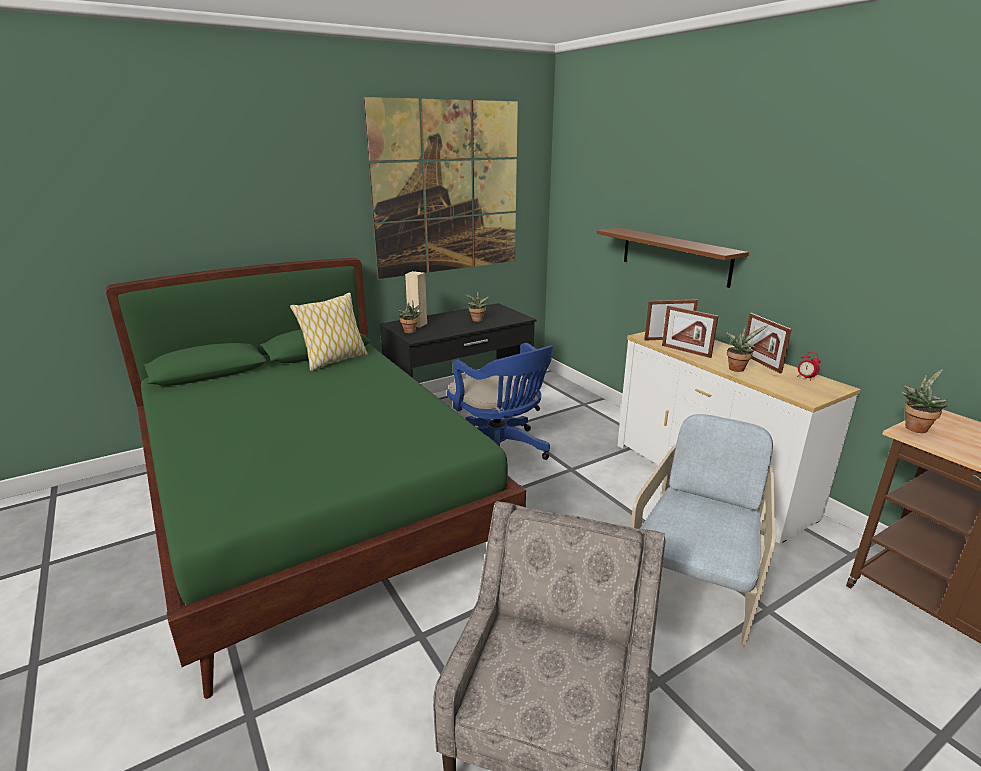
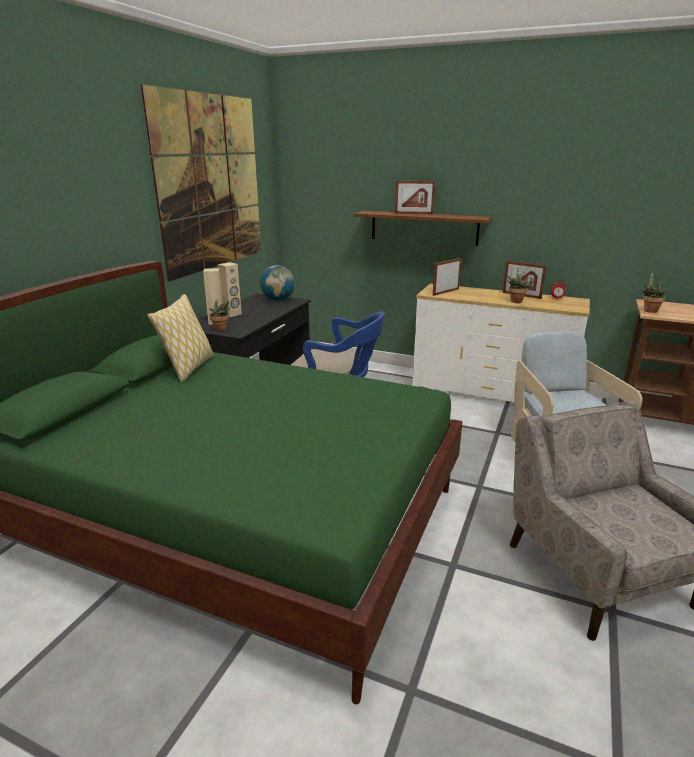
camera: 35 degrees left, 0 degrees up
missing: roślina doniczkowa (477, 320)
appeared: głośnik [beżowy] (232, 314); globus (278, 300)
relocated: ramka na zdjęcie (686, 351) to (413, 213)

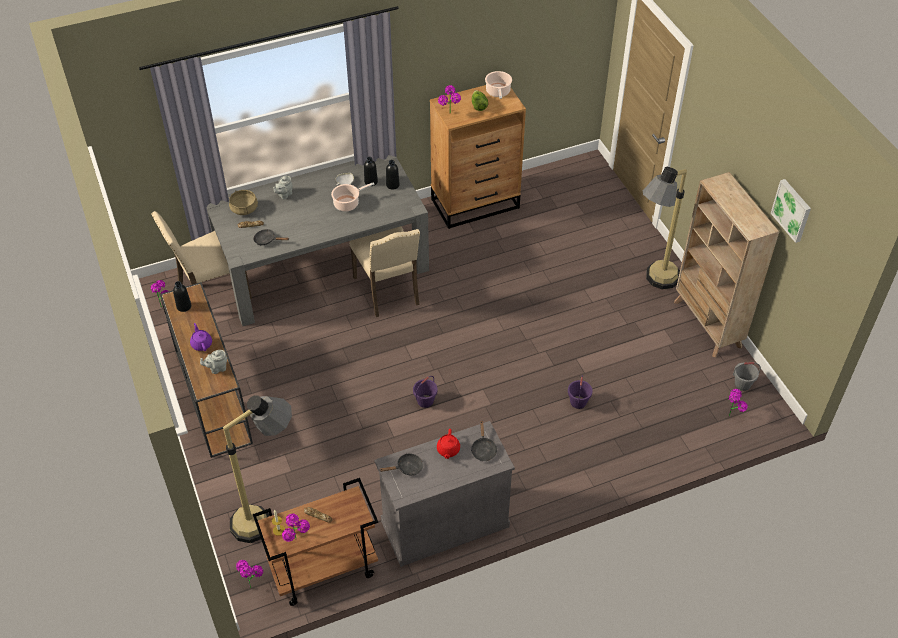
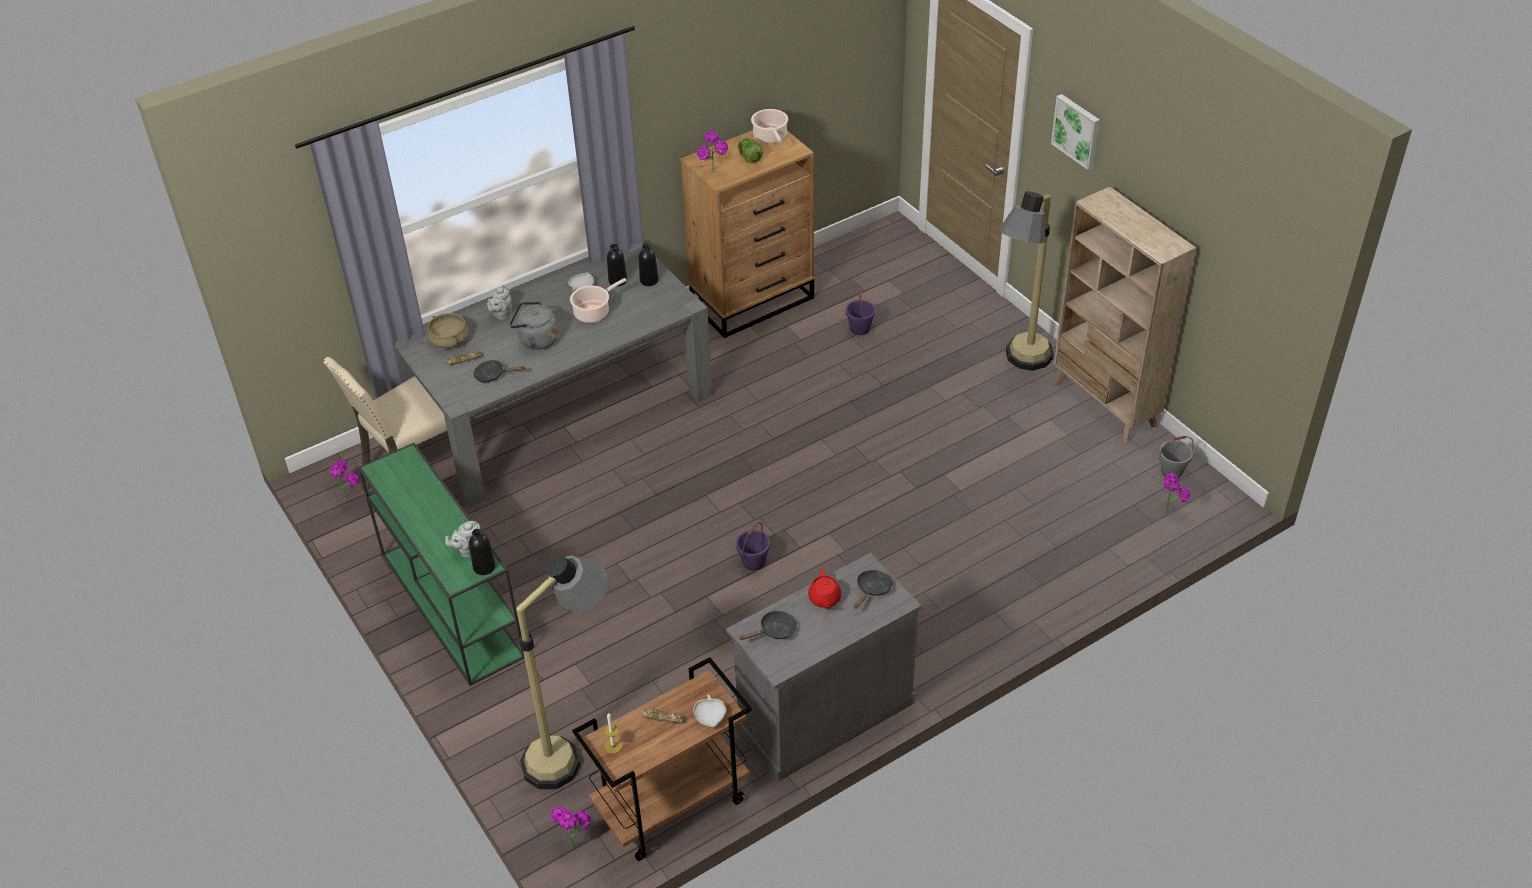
camera: 10 degrees left, 5 degrees down
missing: imbryk [fioletowy] (201, 344); roślina doniczkowa (298, 543); krzesło [beżowy] (388, 291)
appeared: czajnik [szary] (536, 340); miska [biały] (710, 716)
relocated: butelka [czarny] (184, 306) to (484, 567); wiadro [fioletowy] (578, 402) to (860, 328); obraz (792, 210) to (1077, 130)
colour: stolik konsolowy [brązowy] (212, 395) to stolik konsolowy [zielony] (450, 603)
spun: patelnia [czarny] (483, 449) = (872, 590) 135 degrees counterclockwise

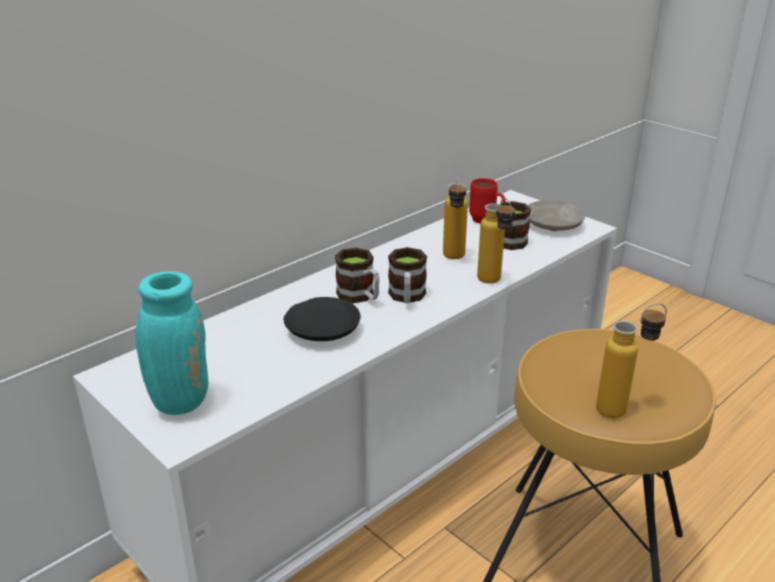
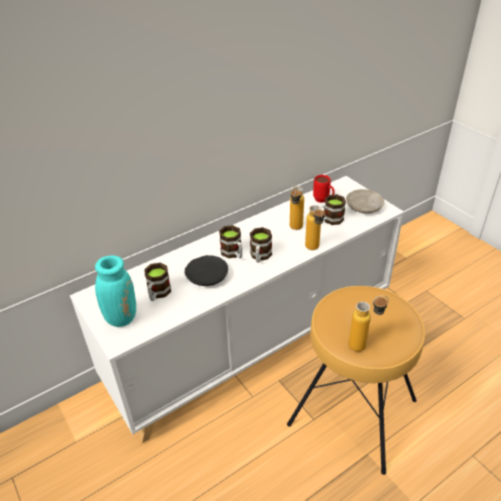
camera: 10 degrees right, 10 degrees up
appeared: kubek (158, 294)

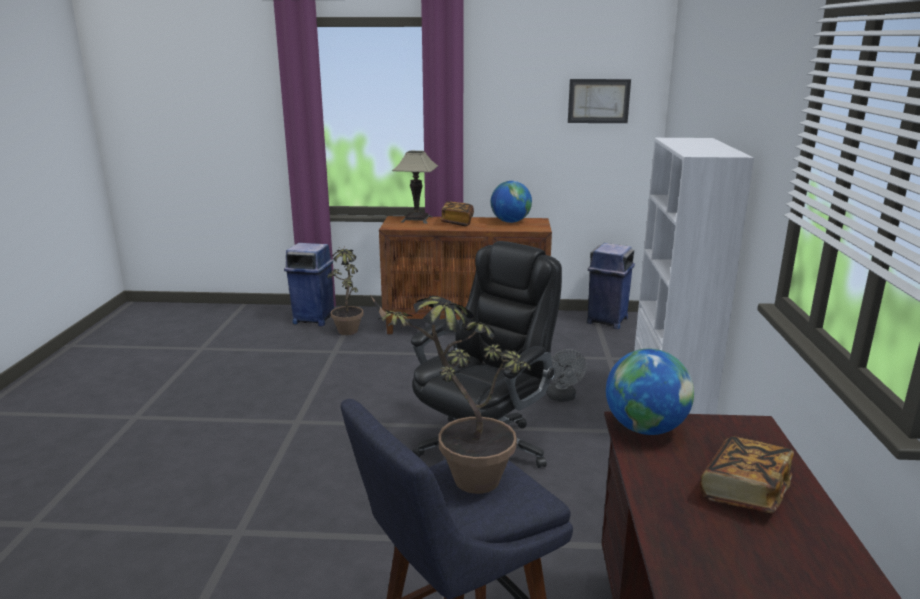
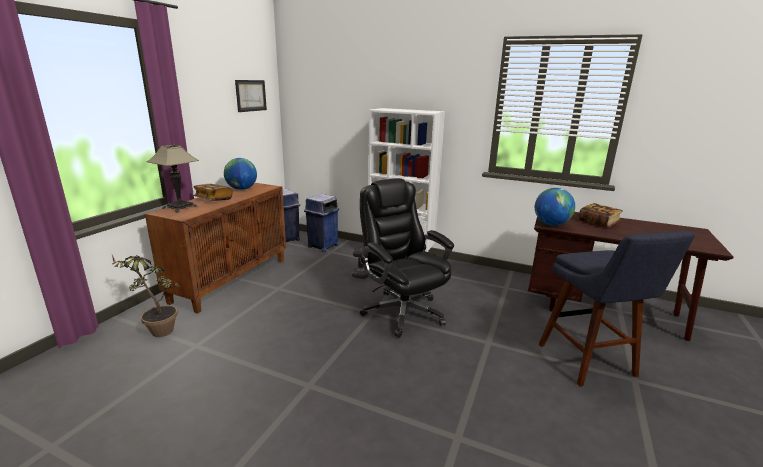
camera: 70 degrees left, 0 degrees up
missing: roślina doniczkowa (459, 477)
relocated: kosz na śmieci [niebieski] (313, 319) to (322, 246)

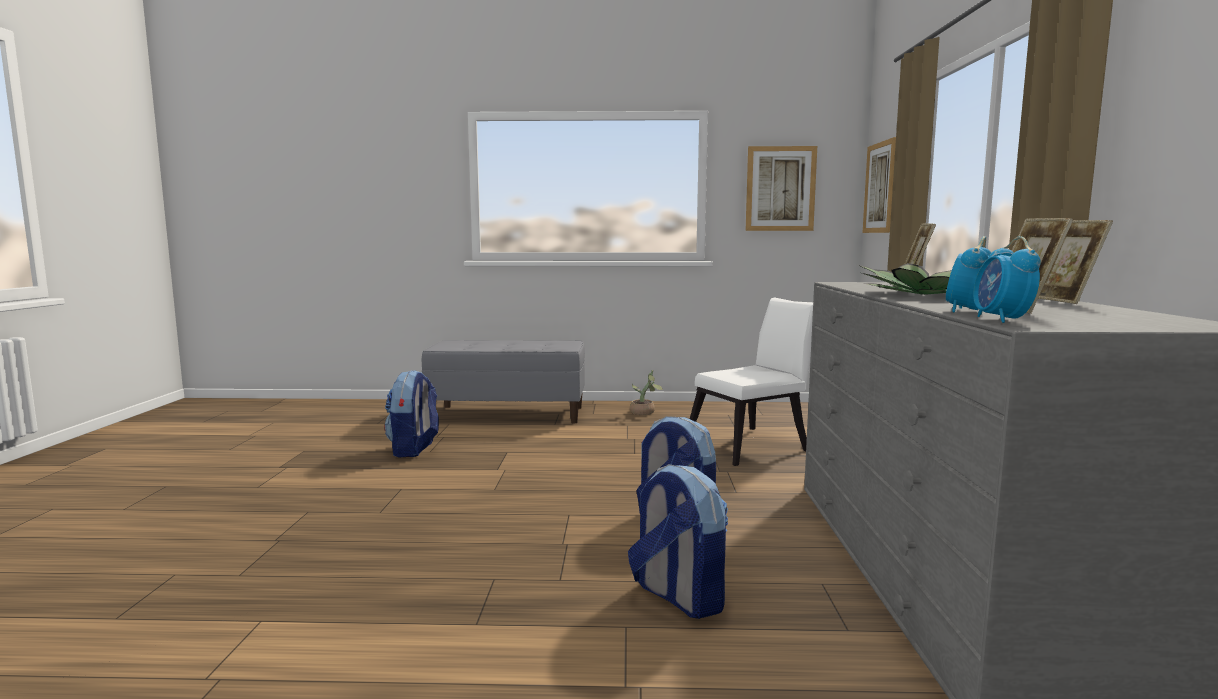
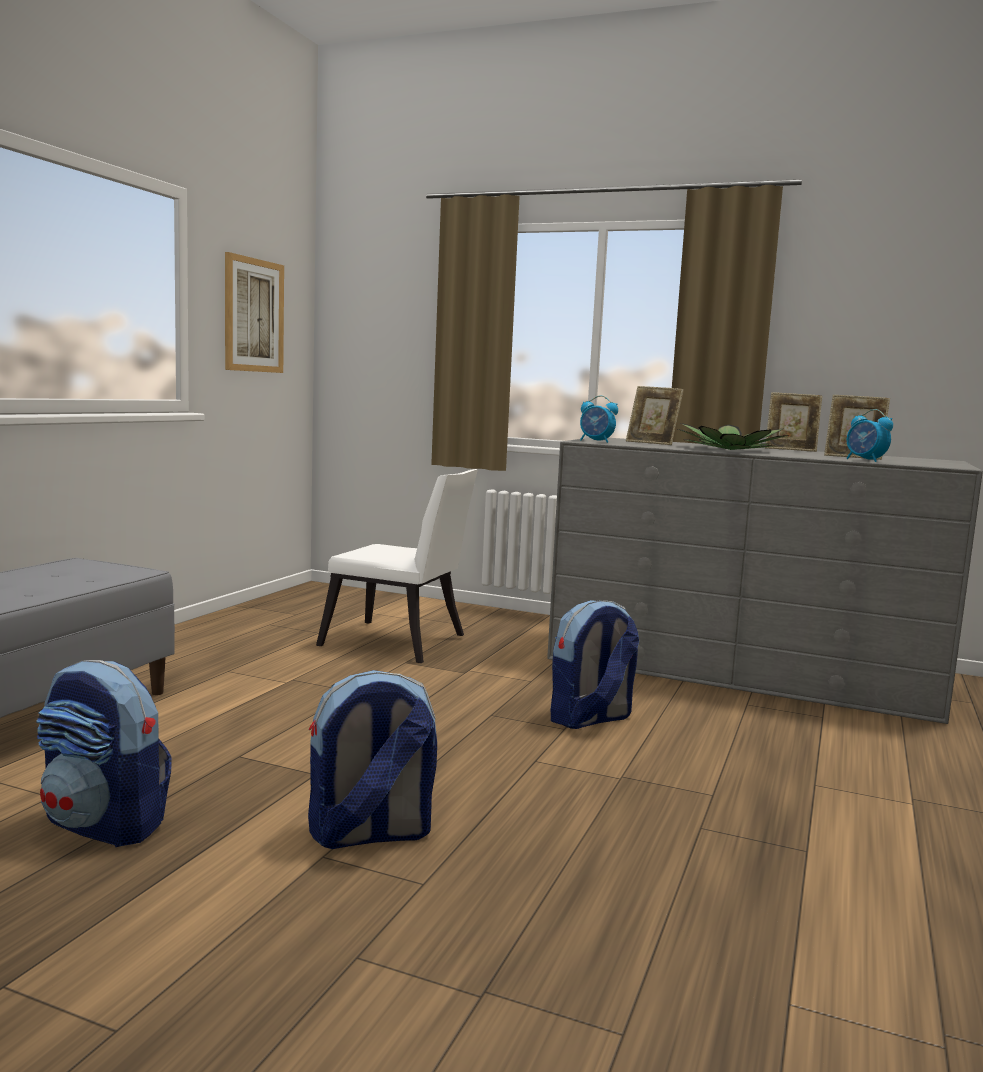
camera: 70 degrees left, 0 degrees up
missing: roślina doniczkowa (644, 413); obraz (880, 187)
relocated: plecak (678, 596) to (370, 834); budzik (1001, 320) to (596, 441)
spun: krzesło [biały] (752, 446) = (400, 643) 120 degrees clockwise

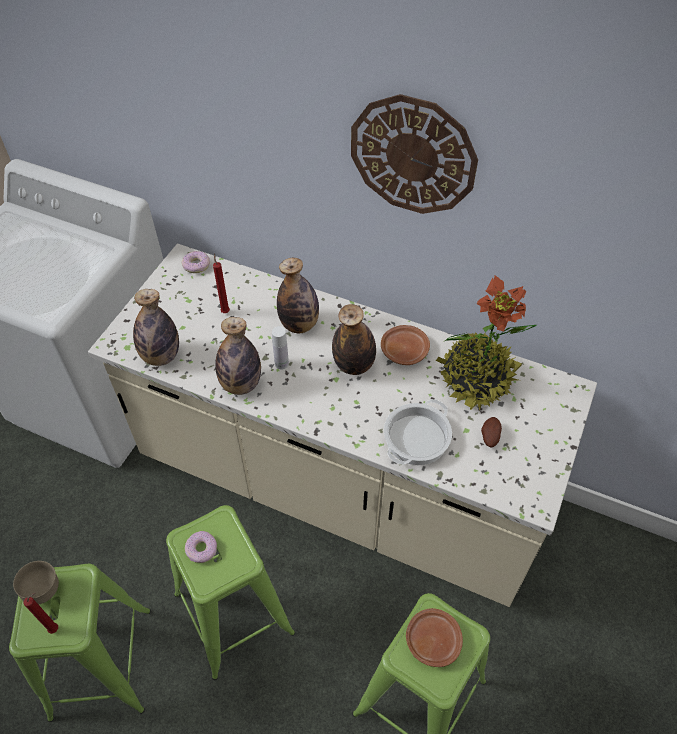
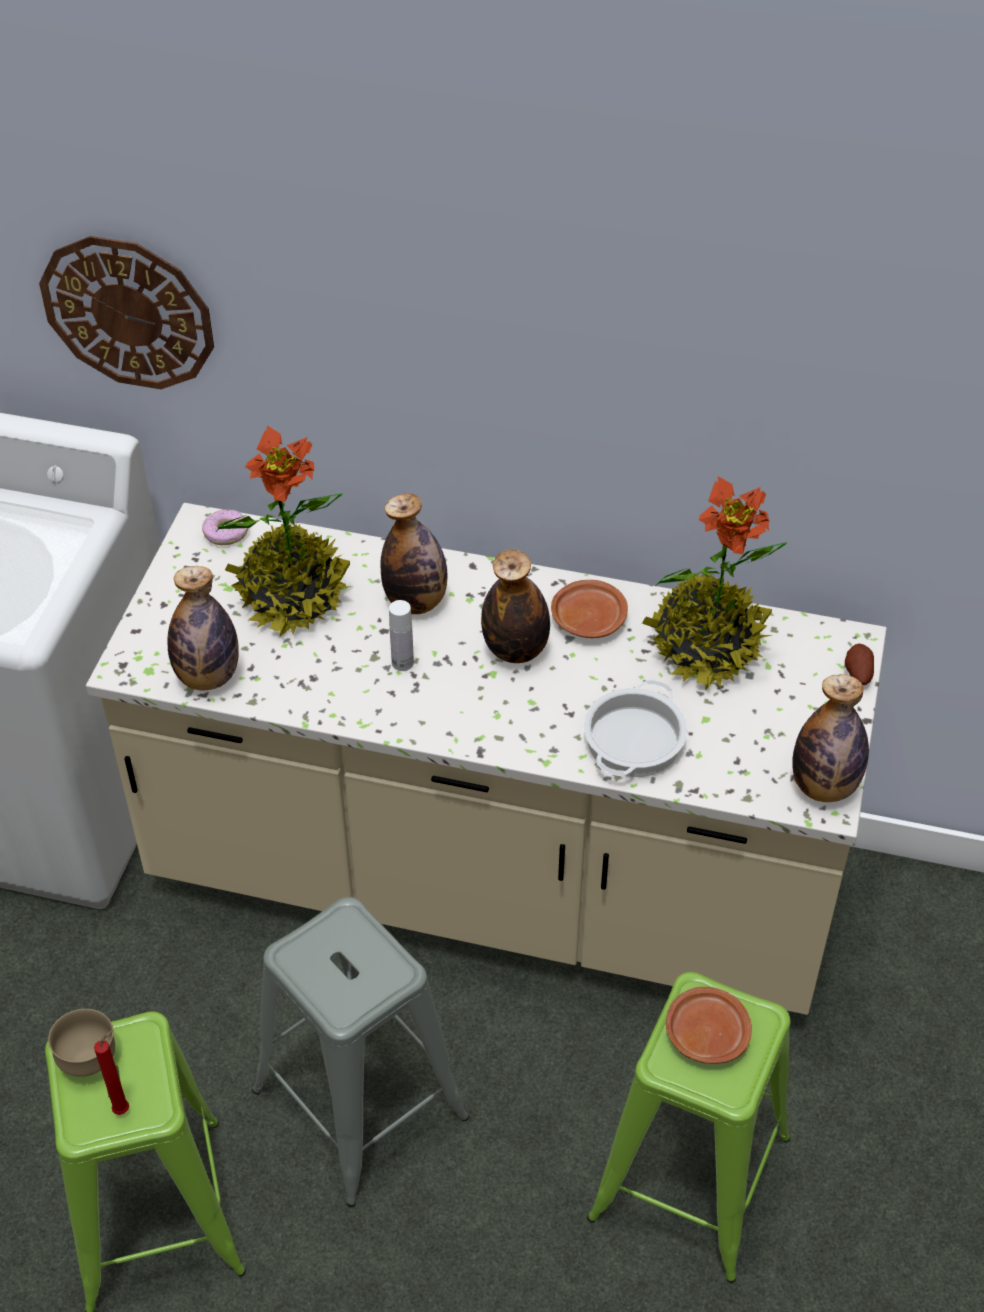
camera: 10 degrees left, 5 degrees down
missing: donut (201, 549)
relocated: butelka (241, 384) to (824, 786); zegar ścienny (413, 155) to (128, 312); ziemniak (489, 437) to (857, 674)
exchanged: świeca [czerwony] (225, 311) to roślina doniczkowa (292, 596)
colour: stołek [zielony] (233, 612) to stołek [szary] (359, 1102)

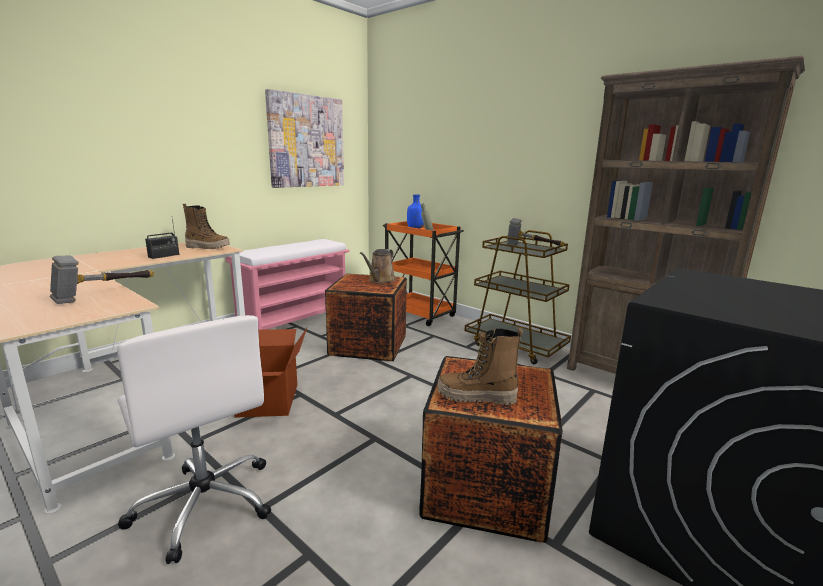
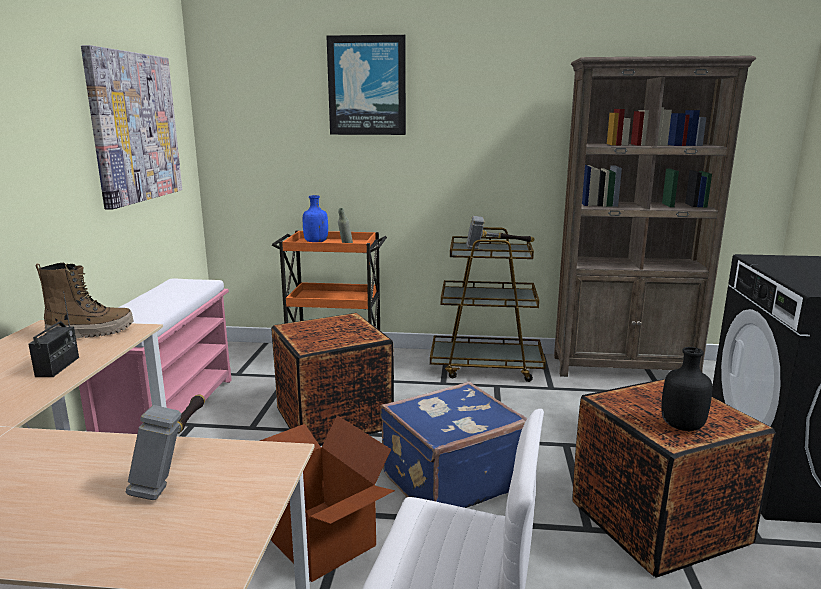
camera: 35 degrees left, 0 degrees up
missing: konewka [brązowy] (380, 280)
appeared: obraz (367, 86); walizka [niebieski] (449, 480)
exchanged: but z cholewką (476, 398) to butelka [czarny] (683, 426)

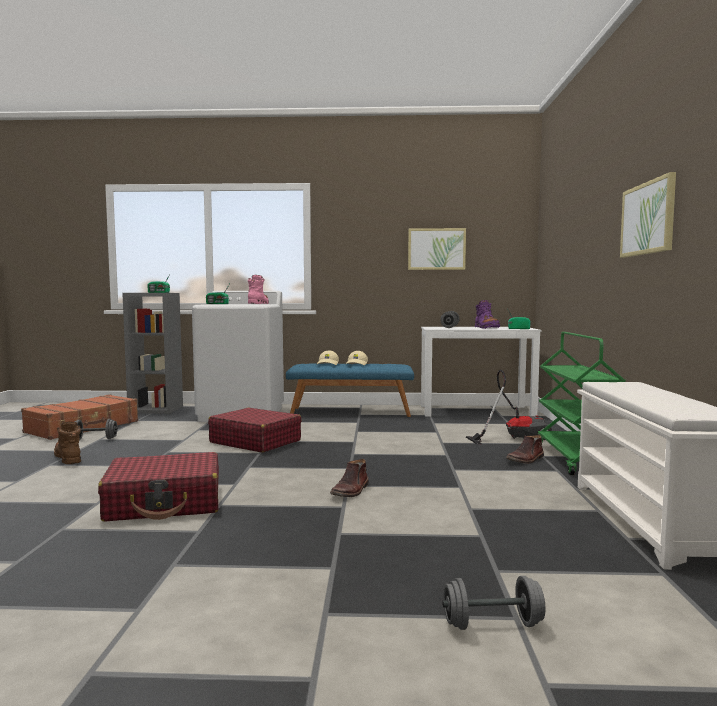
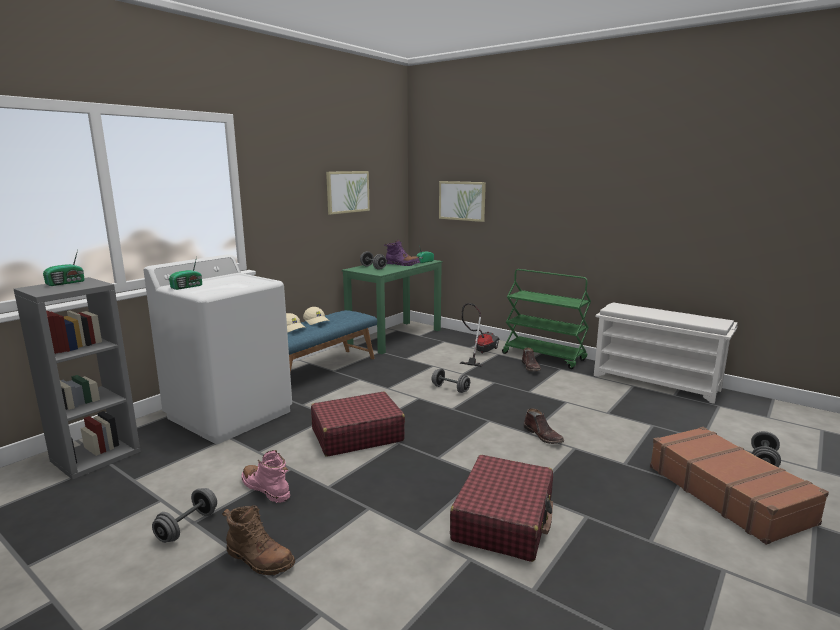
camera: 55 degrees left, 10 degrees up
appeared: hantel [szary] (450, 389)
relocated: walizka [brązowy] (83, 427) to (728, 493); but z cholewką [różowy] (258, 304) to (266, 489); obraz (648, 218) to (462, 201)
colour: biurko [biały] (476, 411) to biurko [zielony] (395, 336)
spun: but z cholewką [brązowy] (68, 458) = (259, 559) 150 degrees counterclockwise

